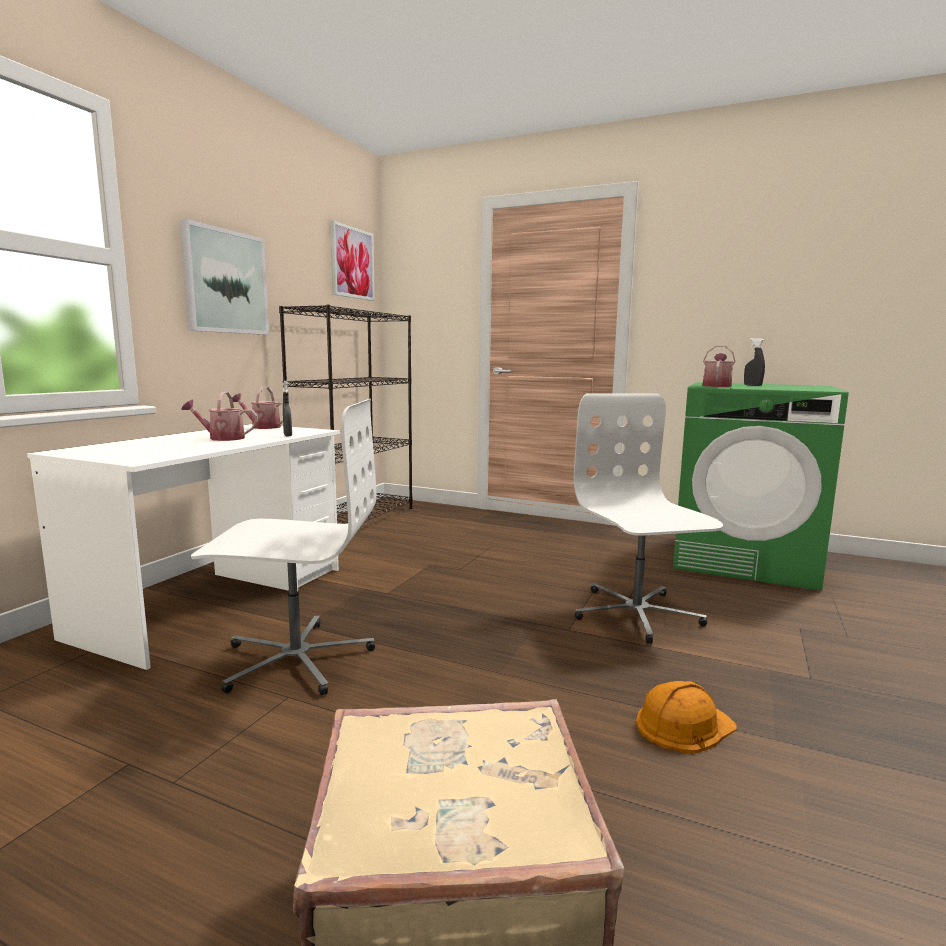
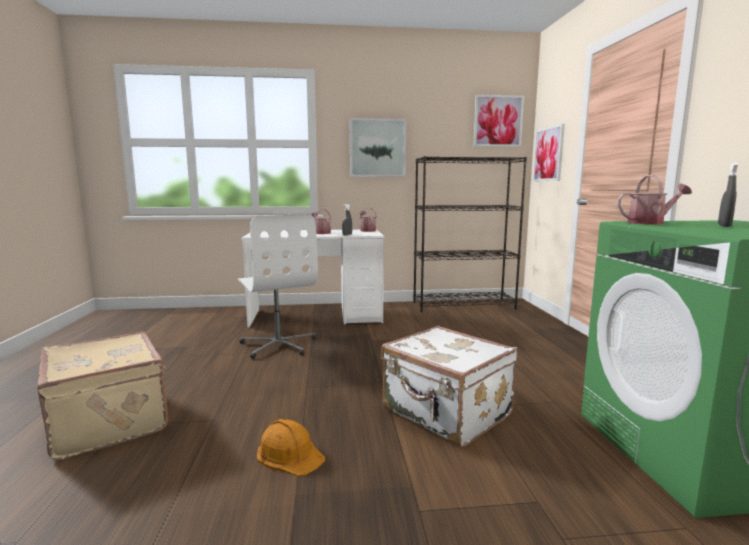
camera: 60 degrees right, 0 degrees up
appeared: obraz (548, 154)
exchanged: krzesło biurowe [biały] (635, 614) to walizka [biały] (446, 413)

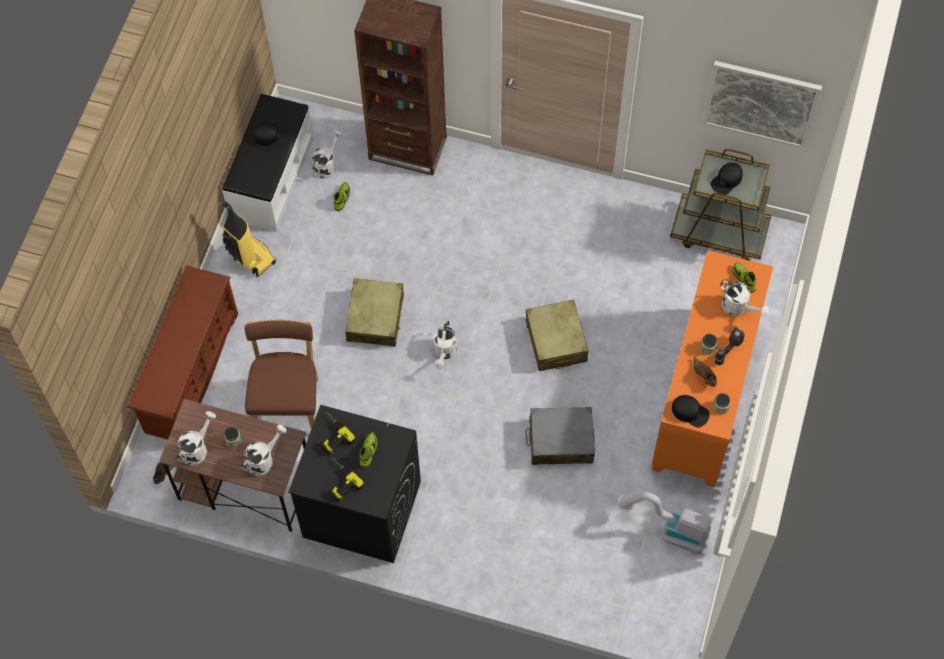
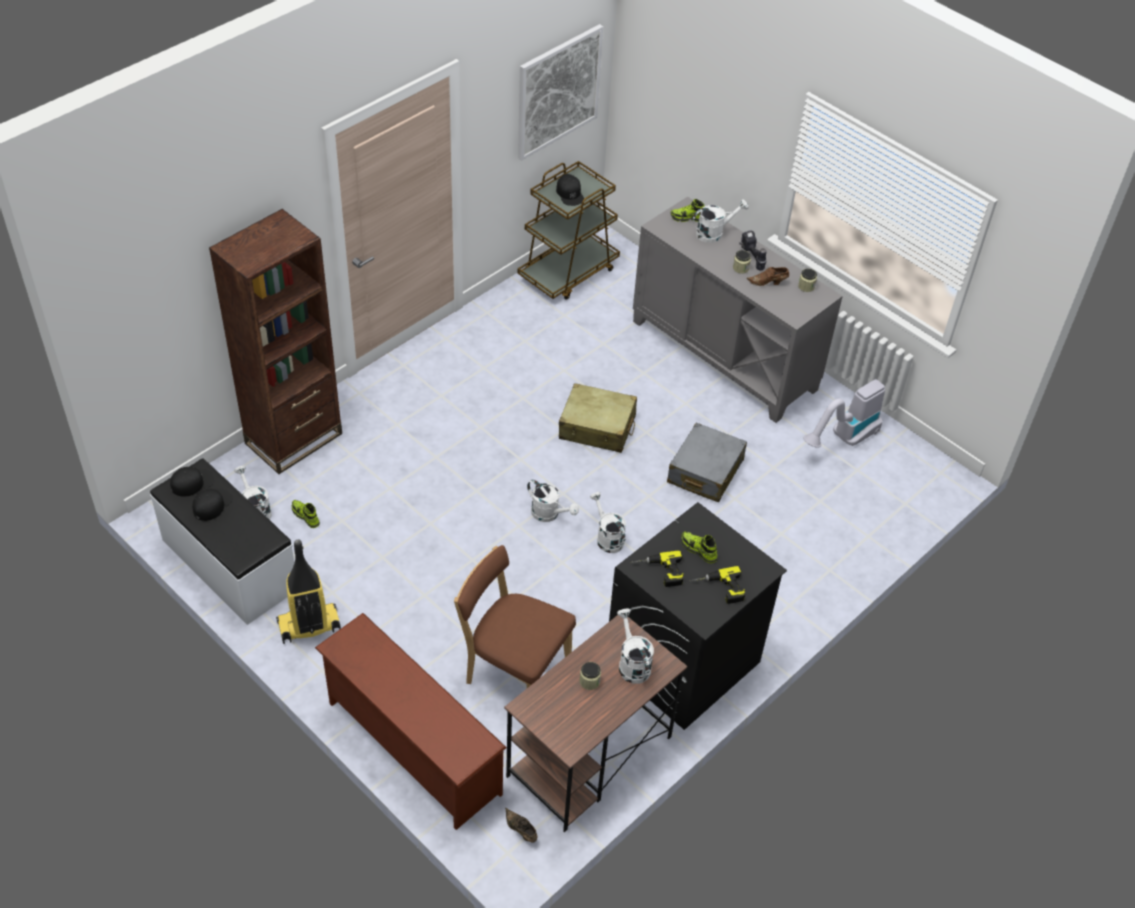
camera: 65 degrees left, 15 degrees down
missing: walizka [beżowy] (375, 317)
relocated: konewka [biały] (197, 448) to (607, 537); czapka z daszkiem [czarny] (690, 412) to (192, 483)
colour: szafka [pomarańczowy] (705, 396) to szafka [szary] (724, 355)

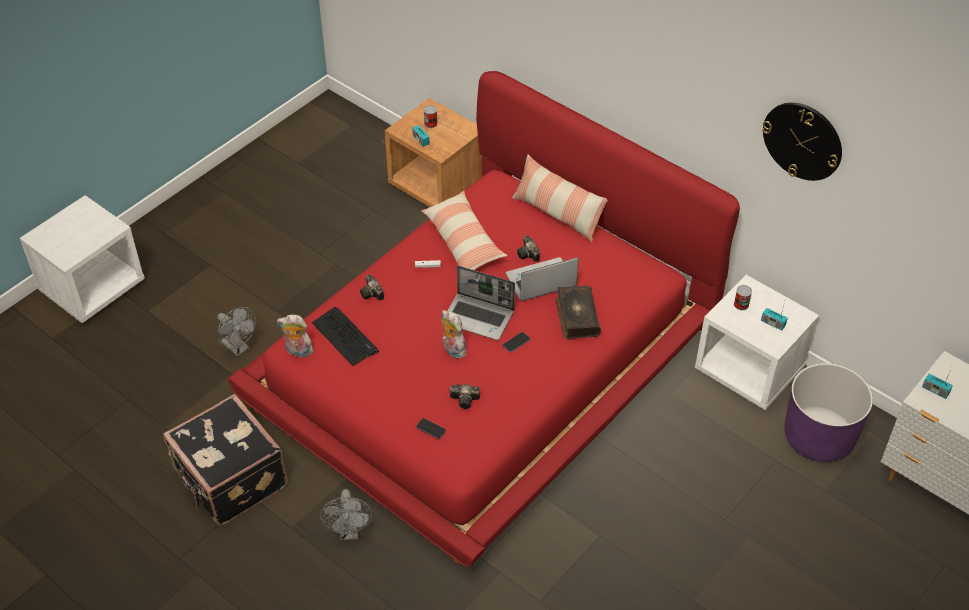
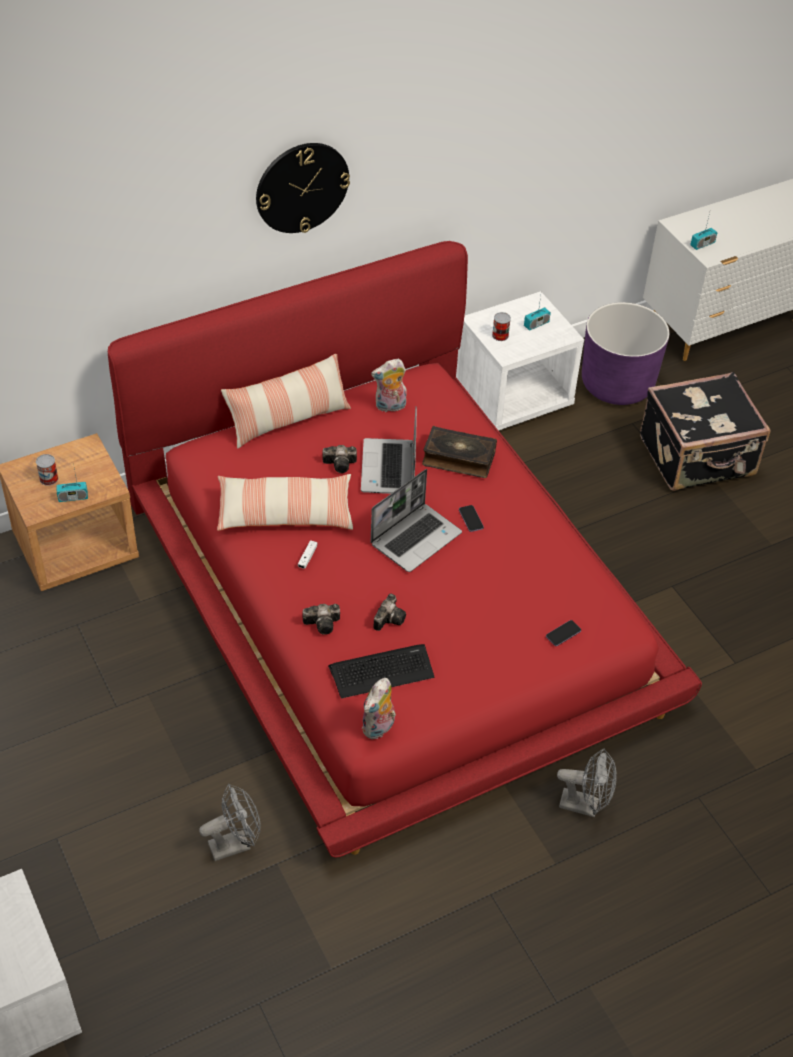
camera: 70 degrees left, 0 degrees up
relocated: walizka [czarny] (229, 480) to (698, 458); pluszak (452, 349) to (390, 407); aparat fotograficzny (466, 400) to (389, 618); zegar ścienny (802, 141) to (302, 187)

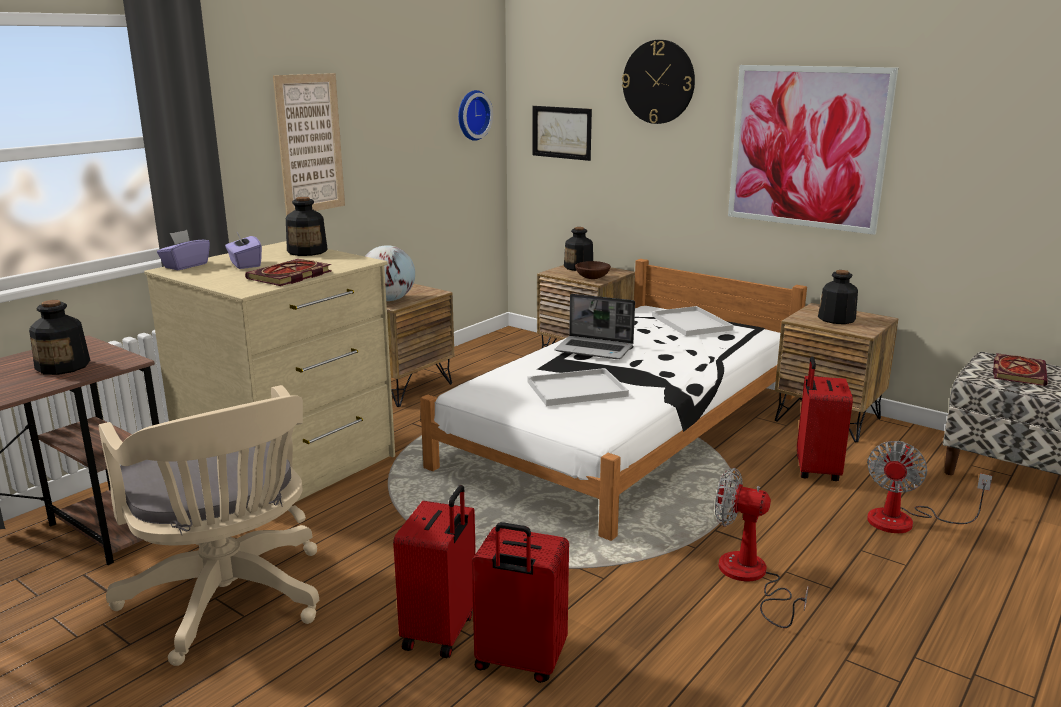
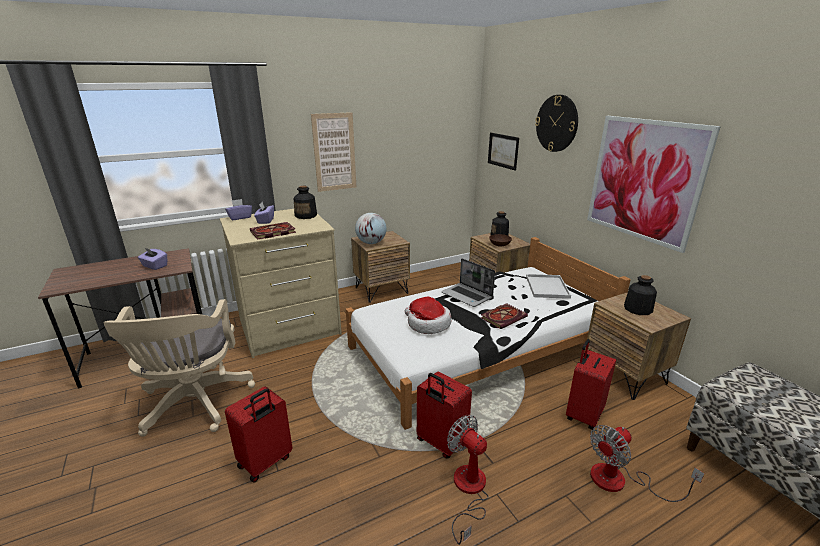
camera: 25 degrees right, 5 degrees up
missing: zegar ścienny (471, 115)
relocated: walizka [czerwony] (519, 662) to (440, 443); książka (1017, 372) to (503, 317)
exchanged: butelka (64, 366) to pudełko chusteczek [fioletowy] (154, 266); taca [biały] (575, 389) to kapelusz (427, 324)

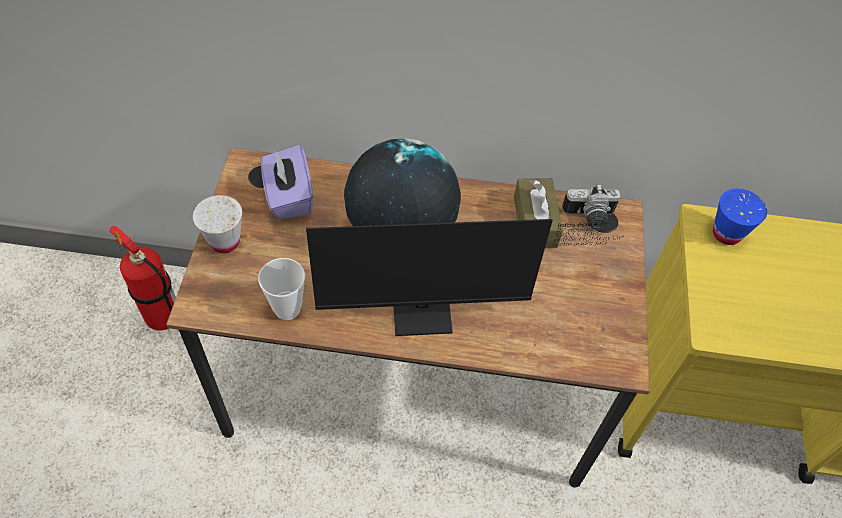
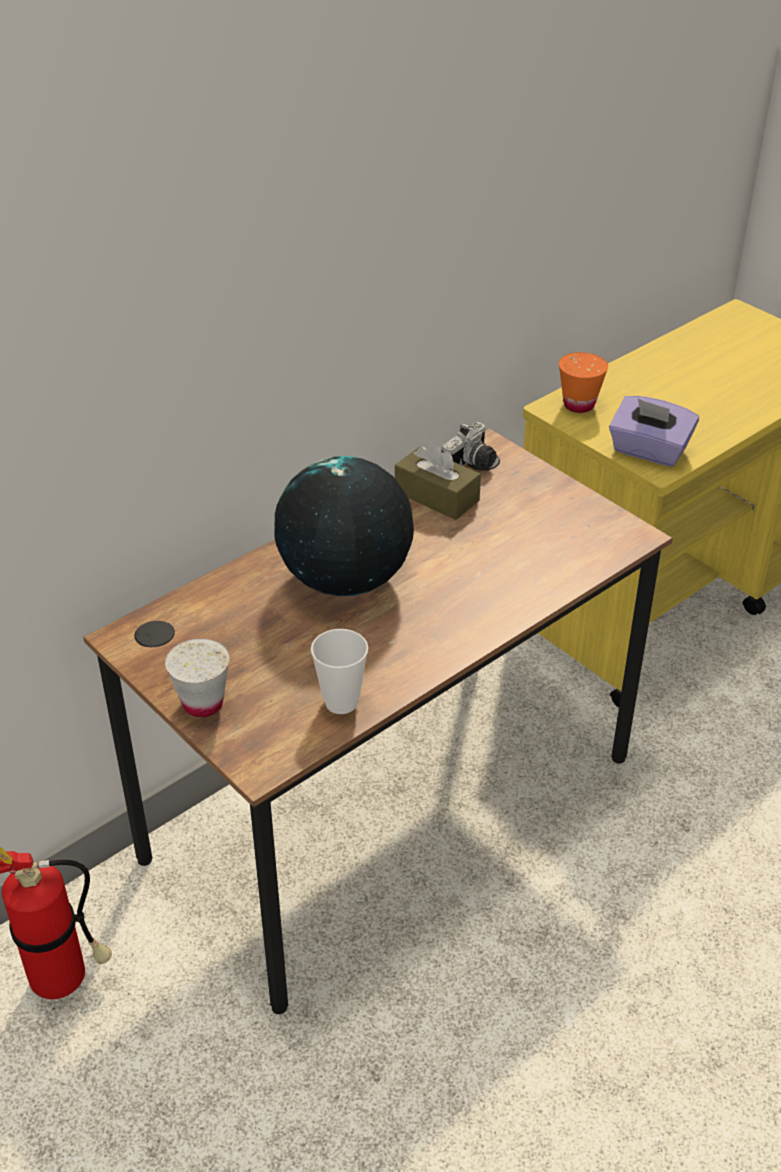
camera: 45 degrees left, 15 degrees down
missing: monitor (432, 312)
relocated: pudełko chusteczek [fioletowy] (289, 197) to (649, 451)
colour: filiżanka [niebieski] (726, 234) to filiżanka [pomarańczowy] (579, 405)

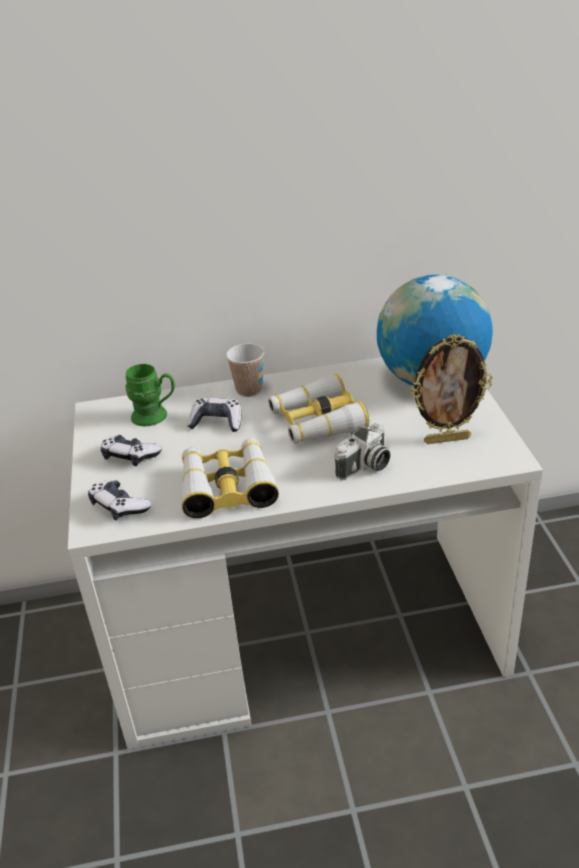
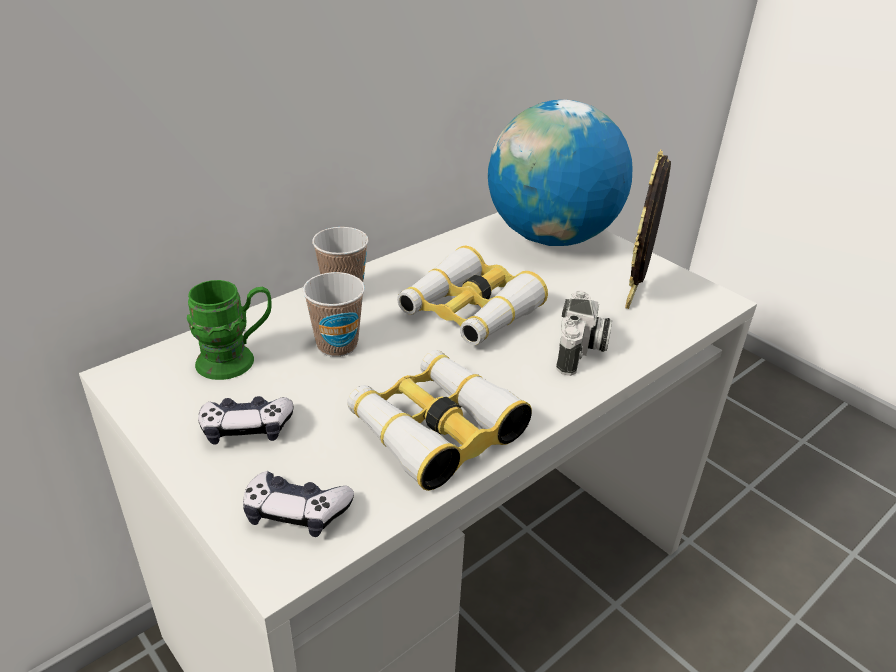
camera: 35 degrees left, 0 degrees up
exchanged: pad do gier (217, 422) to filiżanka (337, 345)
spun: ramka na zdjęcie (447, 439) = (634, 296) 150 degrees clockwise

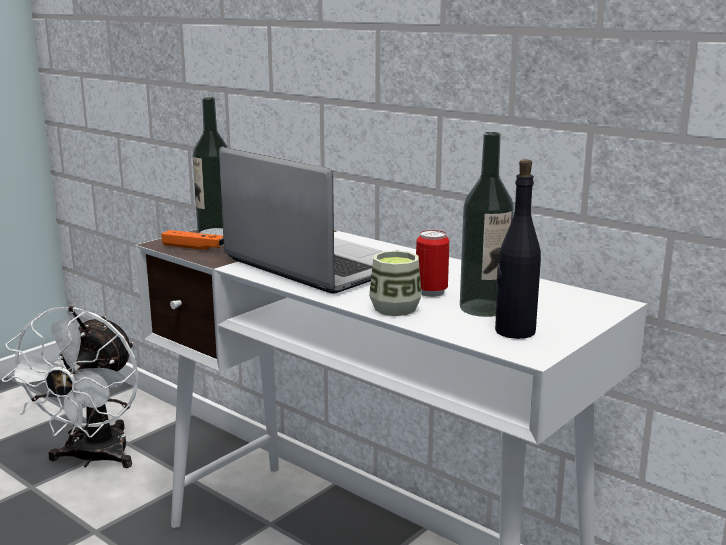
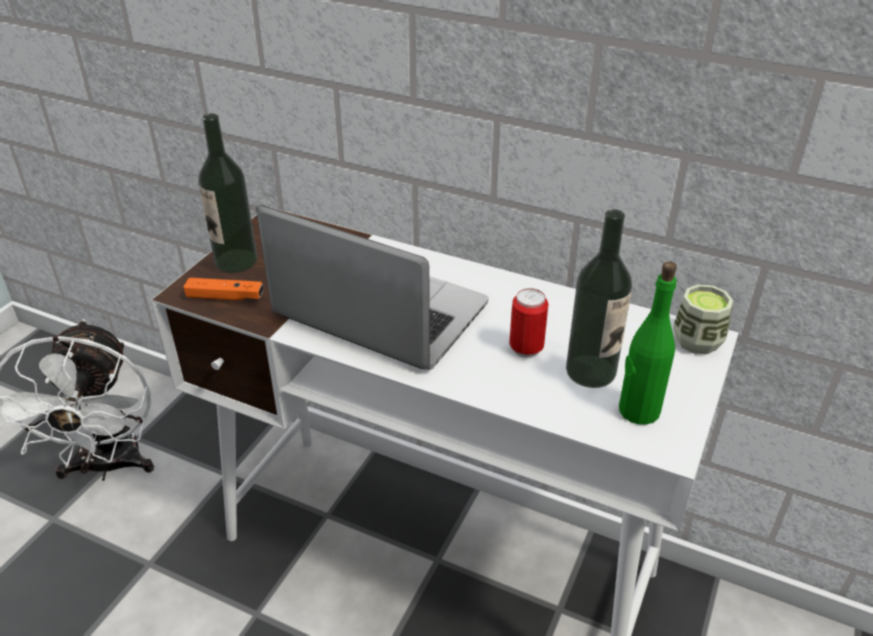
camera: 15 degrees left, 20 degrees up
relocated: filiżanka (395, 308) to (697, 341)
colour: butelka [czarny] (514, 331) to butelka [zielony] (638, 410)

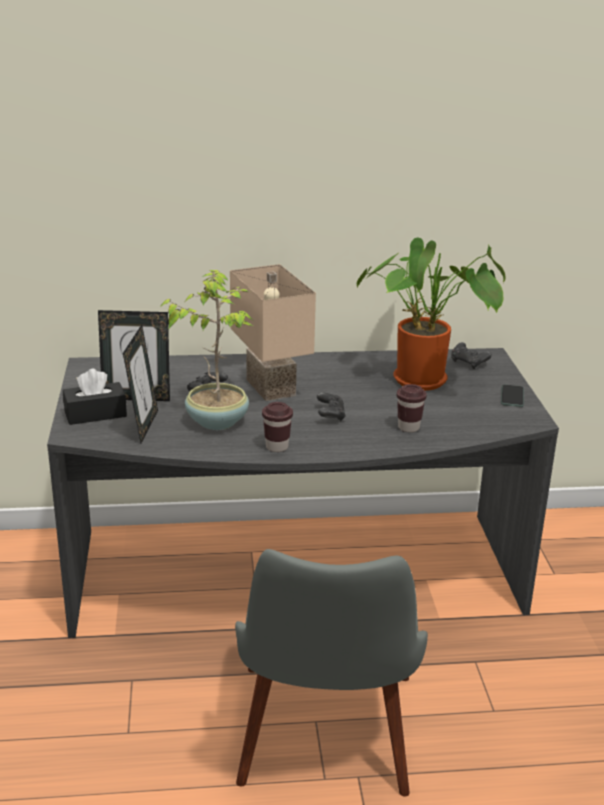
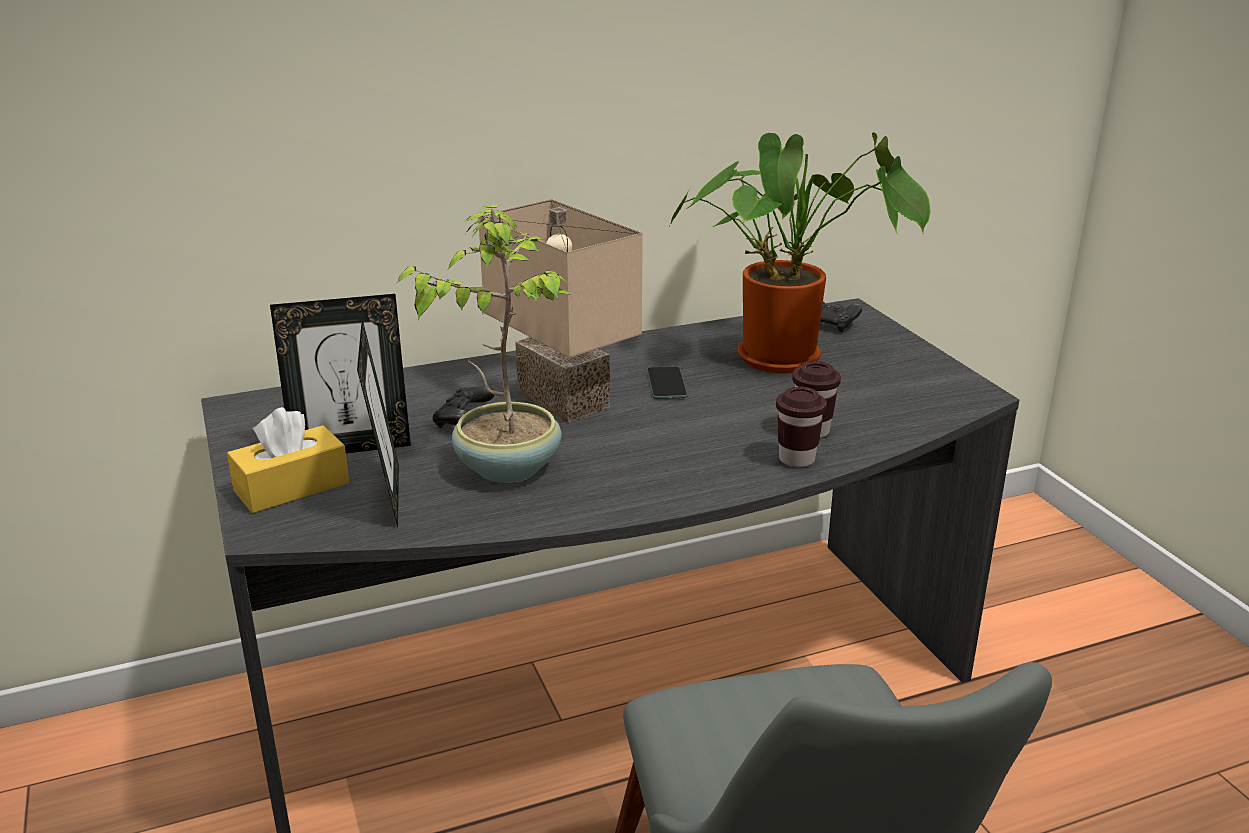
camera: 15 degrees left, 0 degrees up
missing: pad do gier [czarny] (330, 415)
relocated: filiżanka [brązowy] (277, 447) to (796, 459); telefon (512, 396) to (666, 384)
colour: pudełko chusteczek [czarny] (95, 414) to pudełko chusteczek [żółty] (291, 487)

